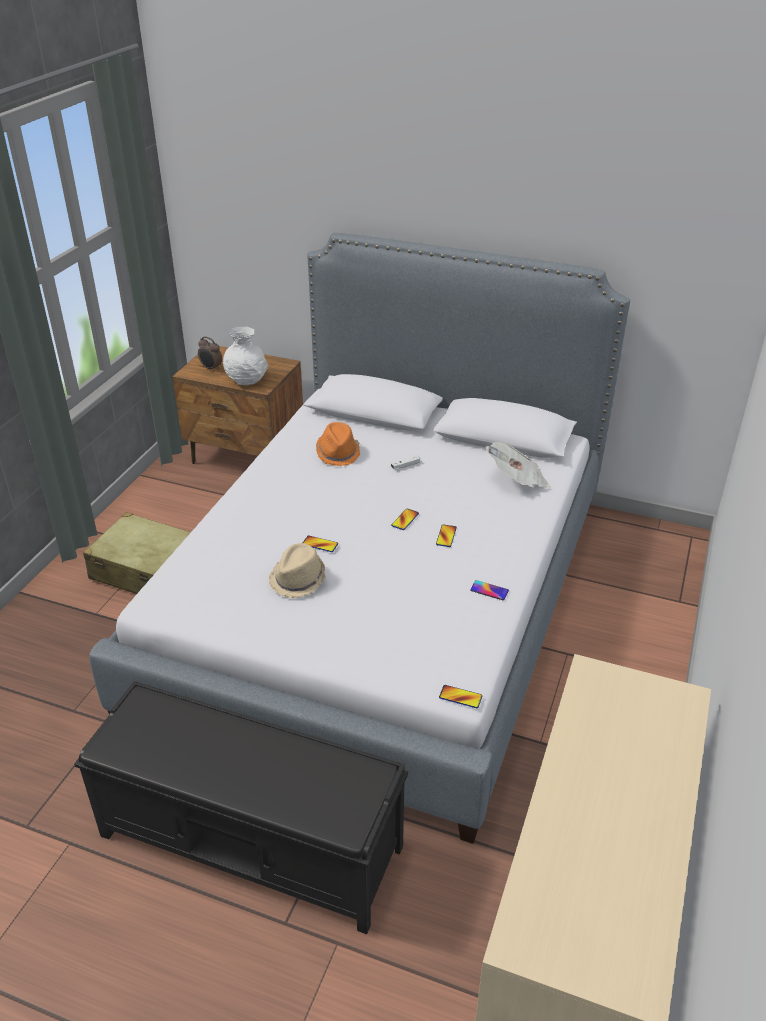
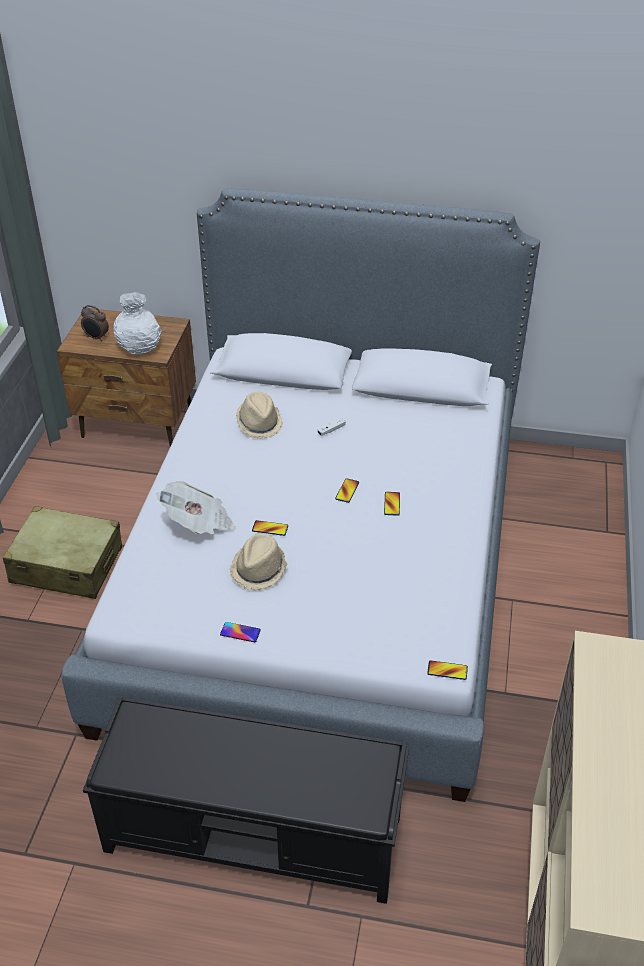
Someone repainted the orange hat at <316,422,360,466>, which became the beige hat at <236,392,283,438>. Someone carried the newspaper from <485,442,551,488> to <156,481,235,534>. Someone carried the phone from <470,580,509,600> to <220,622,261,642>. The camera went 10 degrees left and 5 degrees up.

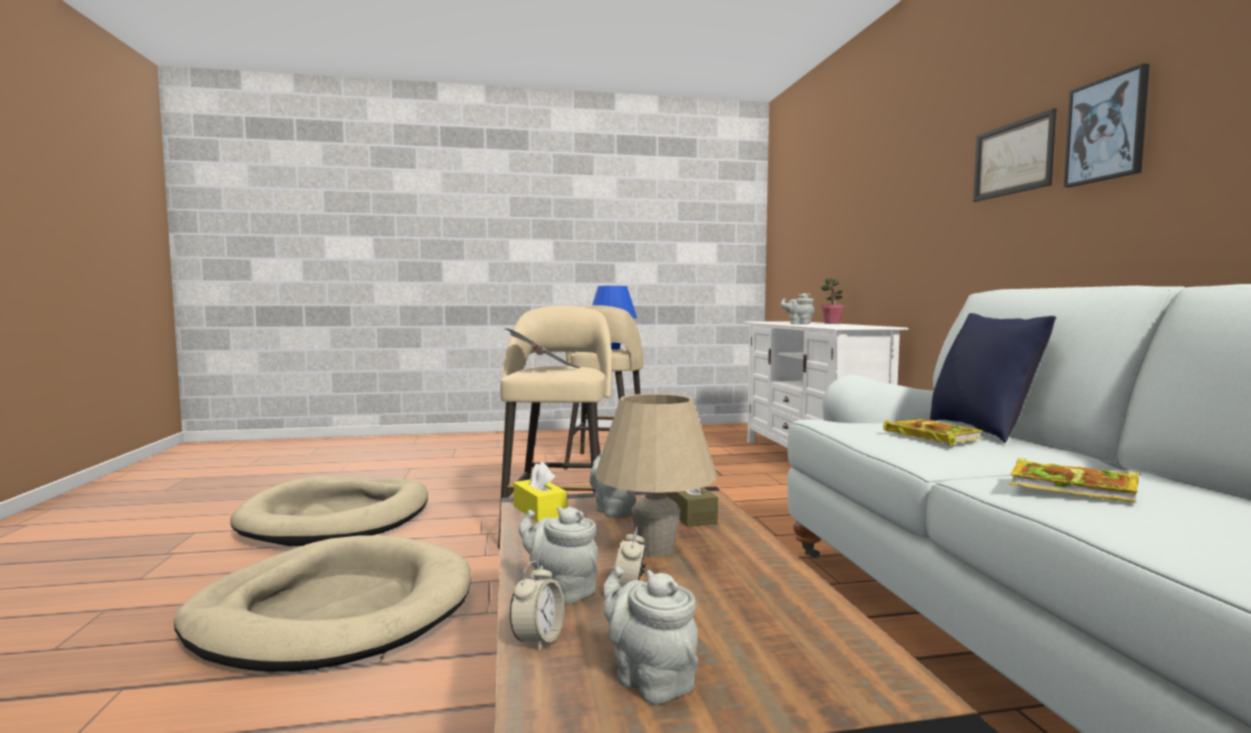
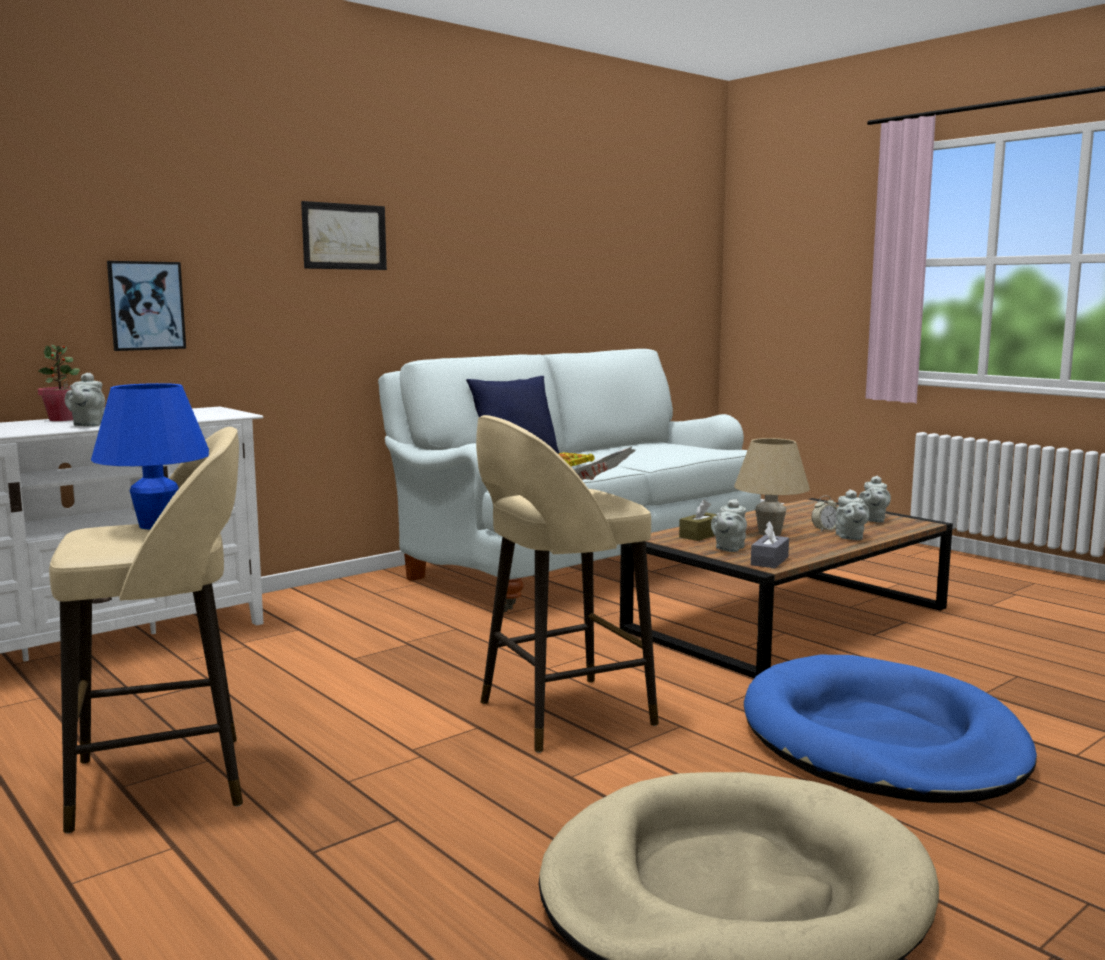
Someone carried the picture from <1064,63,1150,187> to <107,261,186,351>. Someone took away the book at <1010,458,1139,502>. Someone repainted the yellow tissue box at <514,462,567,522>, which became the grey tissue box at <751,521,789,568>. Someone repainted the beige dog bed at <174,535,471,672>, which became the blue dog bed at <744,655,1037,803>. Someone took away the alarm clock at <510,561,564,652>. The camera went 120 degrees left and 5 degrees up.

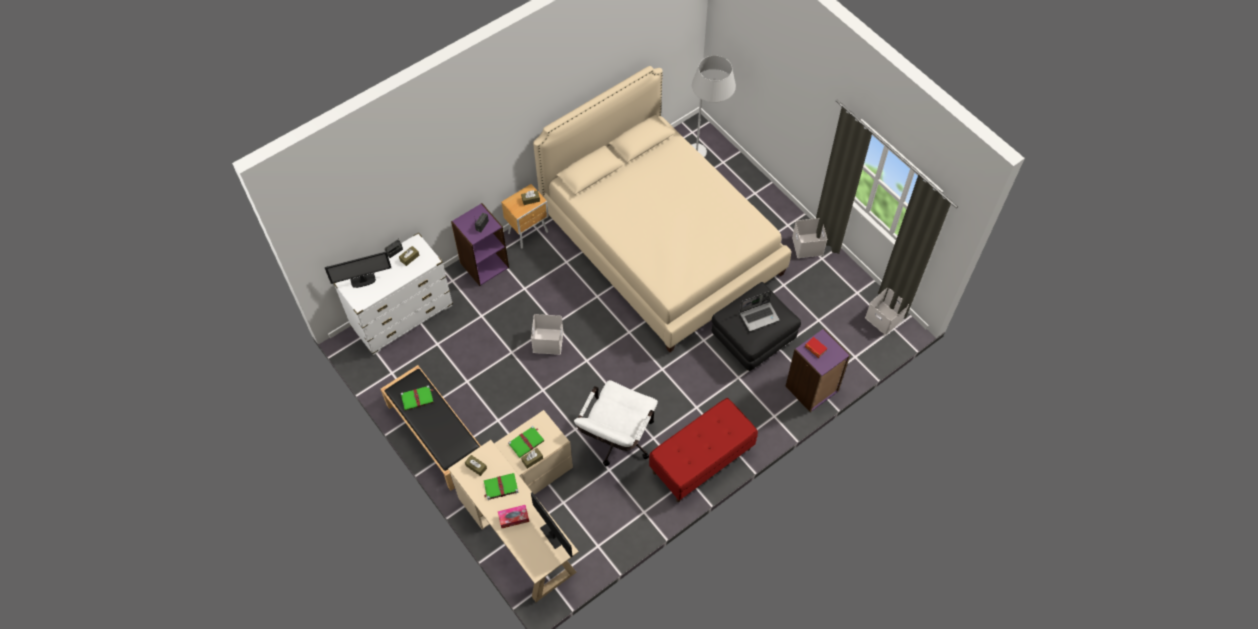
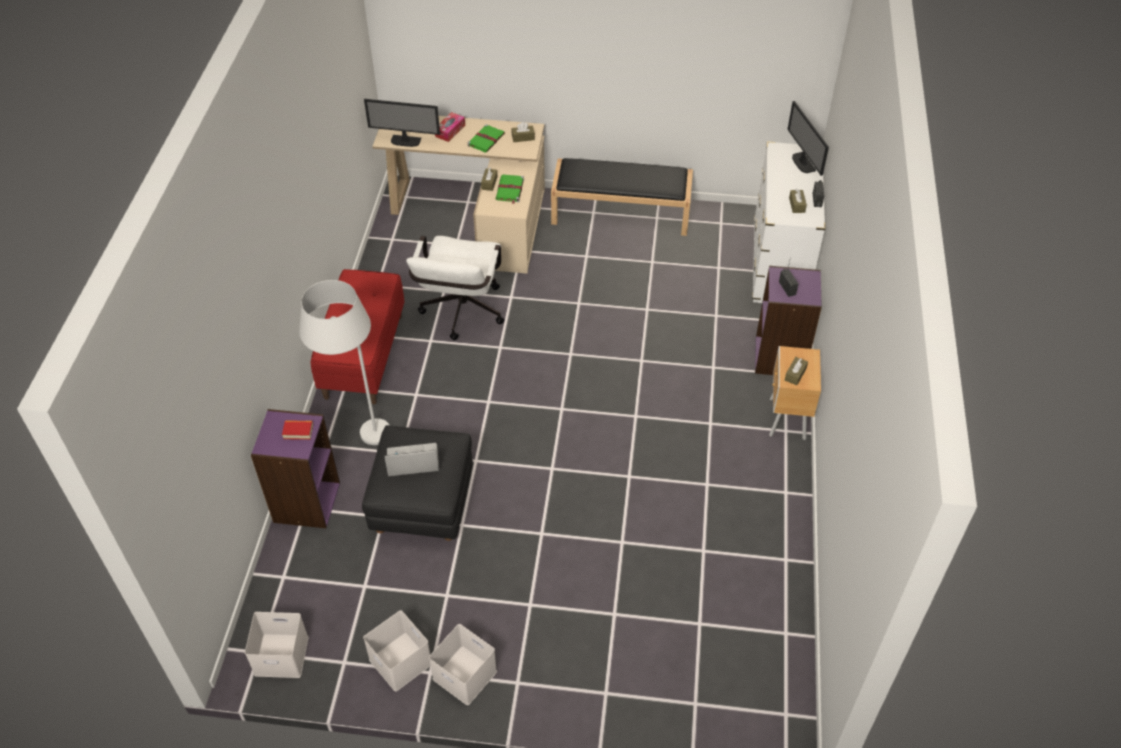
Someone carried the white floor lamp from <692,56,736,158> to <299,280,389,445>. Someone took away the beige bed at <533,66,791,352>. Someone rotated the monitor at <325,251,391,288> by 45 degrees counterclockwise. Someone rotated the laptop at <739,290,780,331> by 60 degrees clockwise. Someone carried the white storage box from <531,314,564,355> to <363,610,431,691>. Someone rotated the white office chair at <574,380,658,466> by 150 degrees counterclockwise. Someone took away the green book at <401,385,434,411>. The camera went 135 degrees right and 10 degrees down.

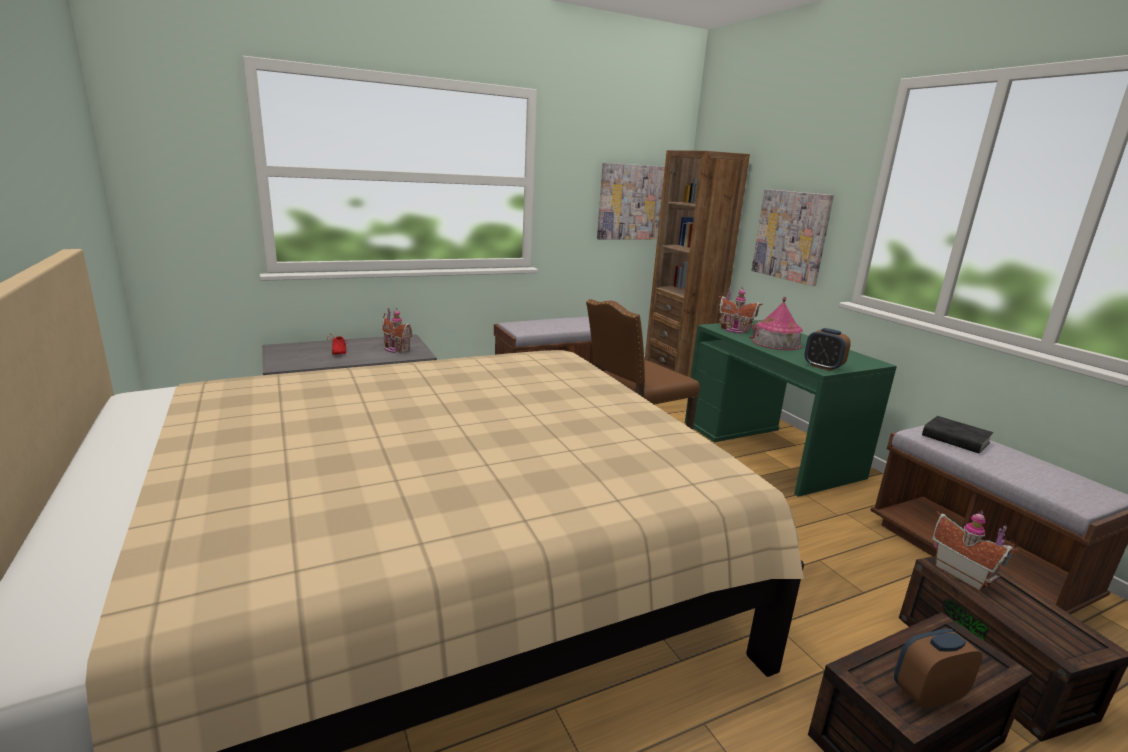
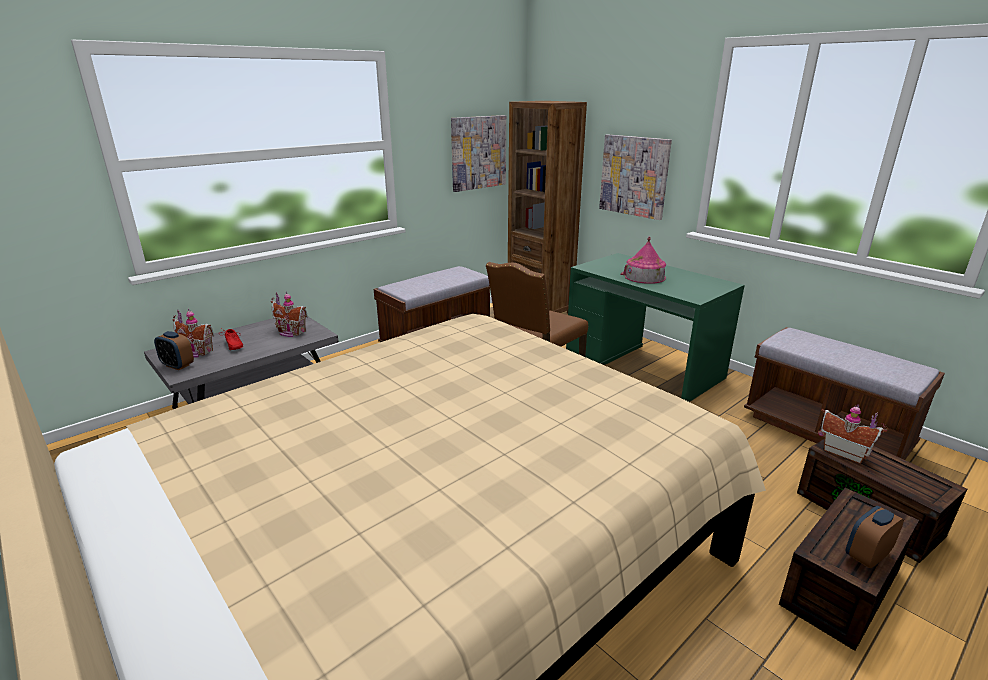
Someone carried the toy house from <719,287,763,334> to <172,309,215,357>. Someone carried the alarm clock from <805,328,851,371> to <154,331,194,370>. Someone took away the black book at <922,416,993,454>. The camera went 15 degrees left and 5 degrees up.

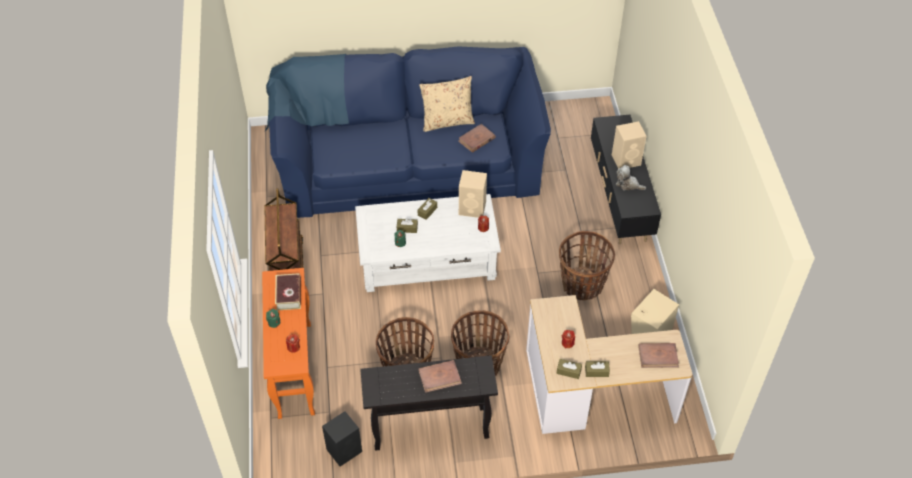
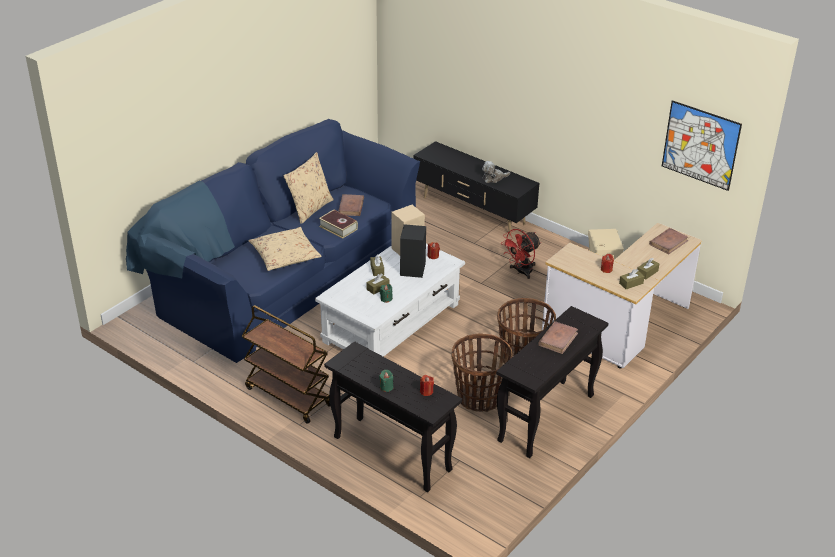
Someone took away the beige speaker at <612,121,647,169>. Someone swapped the basket at <559,231,615,300> for the red fan at <502,229,541,279>. Someone repainted the orange console table at <262,268,315,419>, which became the black console table at <324,341,462,492>. Someone carried the book from <275,273,301,311> to <319,210,358,239>. Someone carried the black speaker from <322,411,362,466> to <400,224,426,278>. Someone put up the picture at <662,100,742,191>. Someone put down the beige pillow at <249,227,321,271>. The camera went 45 degrees left and 15 degrees down.

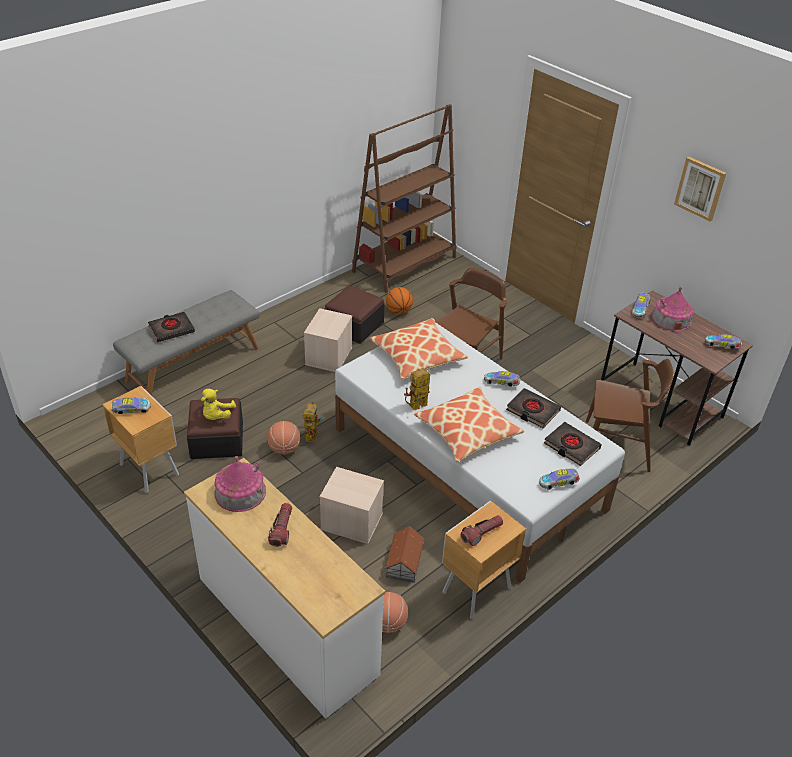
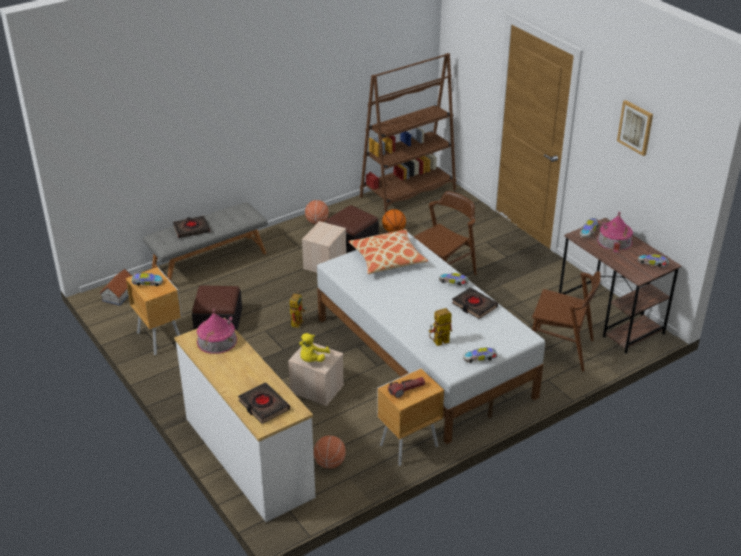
Someone carried the toy robot from <404,368,430,410> to <429,308,452,346>. Someone took away the pillow at <414,387,524,462>. Someone carried the yellow plush toy from <201,389,236,420> to <299,333,330,362>. Someone carried the basketball from <267,421,300,454> to <305,200,329,224>. Someone carried the black book from <544,422,602,466> to <238,383,290,424>. Someone took away the flashlight at <268,503,292,547>. Someone carried the toy house from <385,526,425,583> to <99,269,132,306>. The camera went 10 degrees right and 5 degrees down.

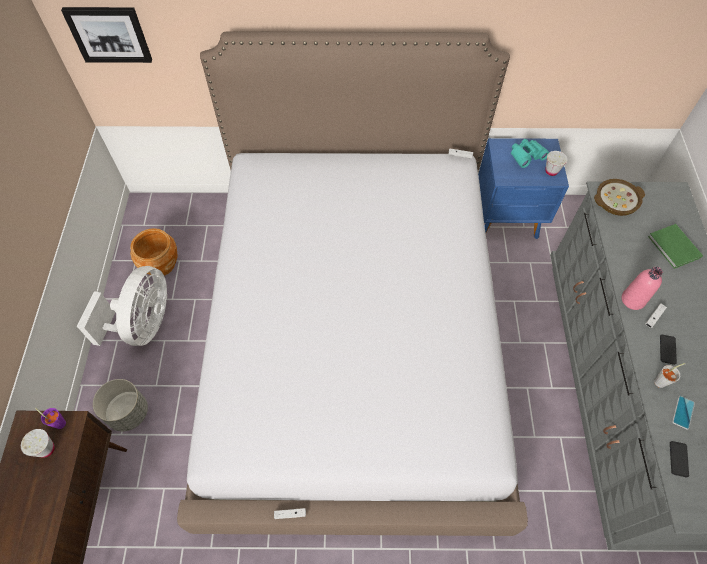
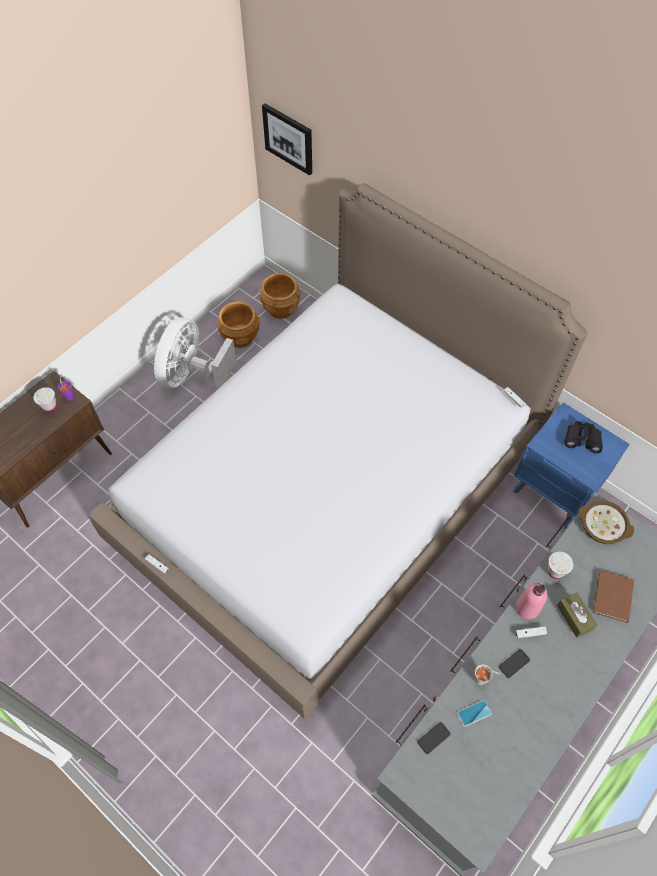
Someone repainted the turquoise binoculars at <511,139,549,168>, which became the black binoculars at <565,421,603,454>. Someone carried the white cup from <545,151,567,176> to <548,552,574,579>. Someone repainted the green book at <648,224,703,269>, which became the brown book at <593,570,634,623>. Someone rotated the white fan at <77,266,167,346> by 150 degrees clockwise. Someone took away the grey planter at <93,379,148,431>. Someone put down the brown planter at <260,273,300,319>. Someone put down the brown tissue box at <557,593,597,638>. The camera went 40 degrees right and 0 degrees up.

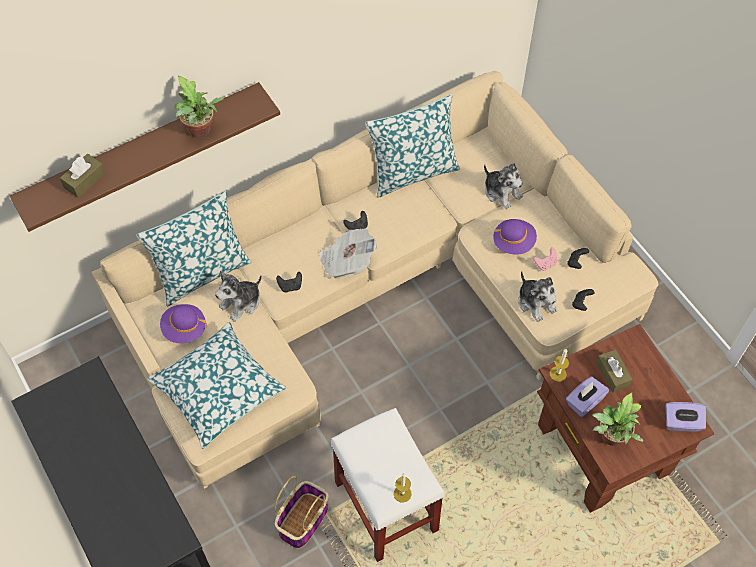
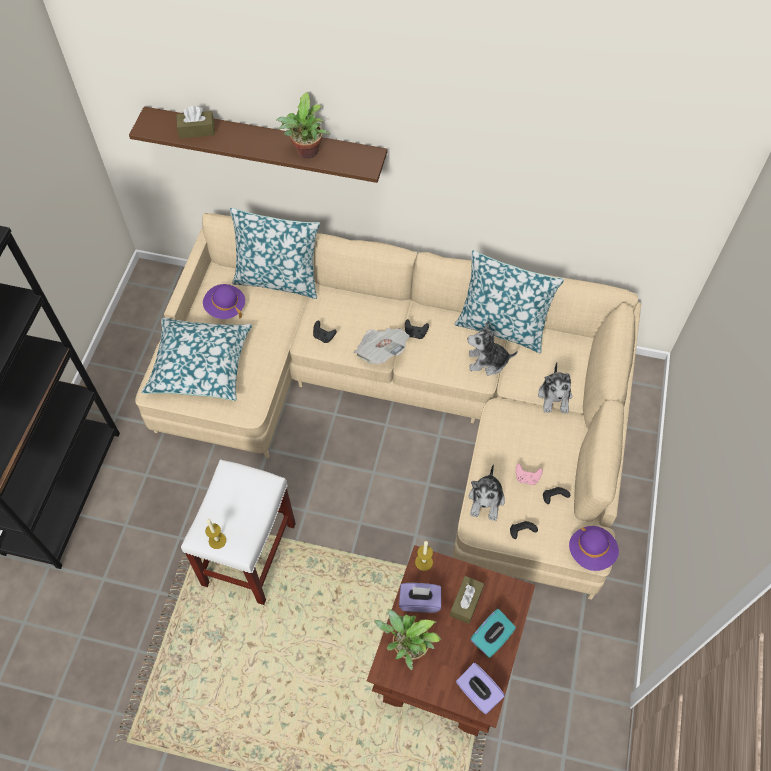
Someone carried the purple hat from <493,219,537,255> to <569,526,619,571>. Someone carried the plush toy from <215,271,262,322> to <468,322,518,375>. Someone took away the basket at <274,476,328,549>. Someone put down the turquoise tissue box at <470,609,516,657>. The camera went 45 degrees right and 0 degrees up.

